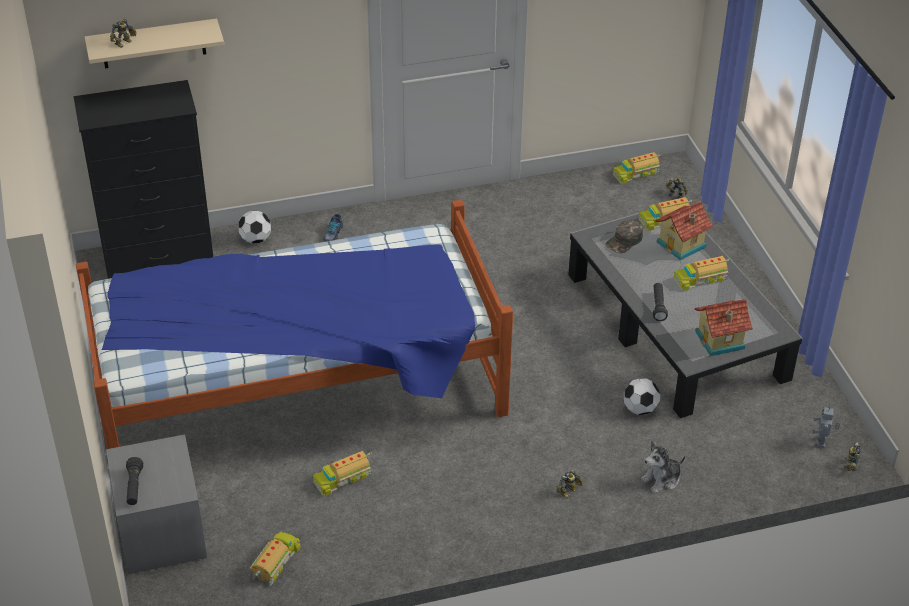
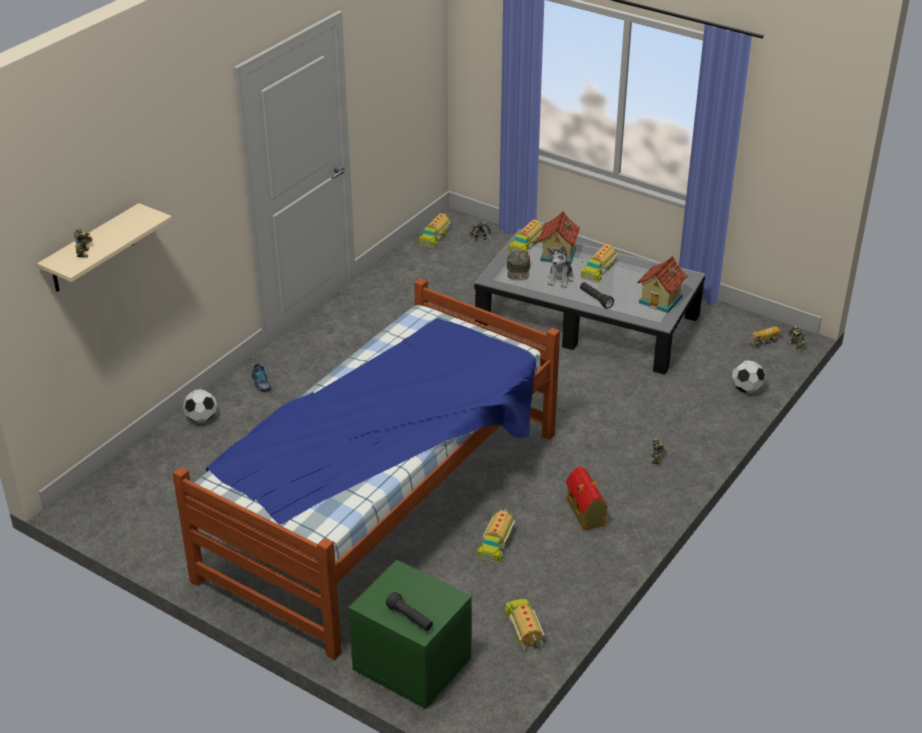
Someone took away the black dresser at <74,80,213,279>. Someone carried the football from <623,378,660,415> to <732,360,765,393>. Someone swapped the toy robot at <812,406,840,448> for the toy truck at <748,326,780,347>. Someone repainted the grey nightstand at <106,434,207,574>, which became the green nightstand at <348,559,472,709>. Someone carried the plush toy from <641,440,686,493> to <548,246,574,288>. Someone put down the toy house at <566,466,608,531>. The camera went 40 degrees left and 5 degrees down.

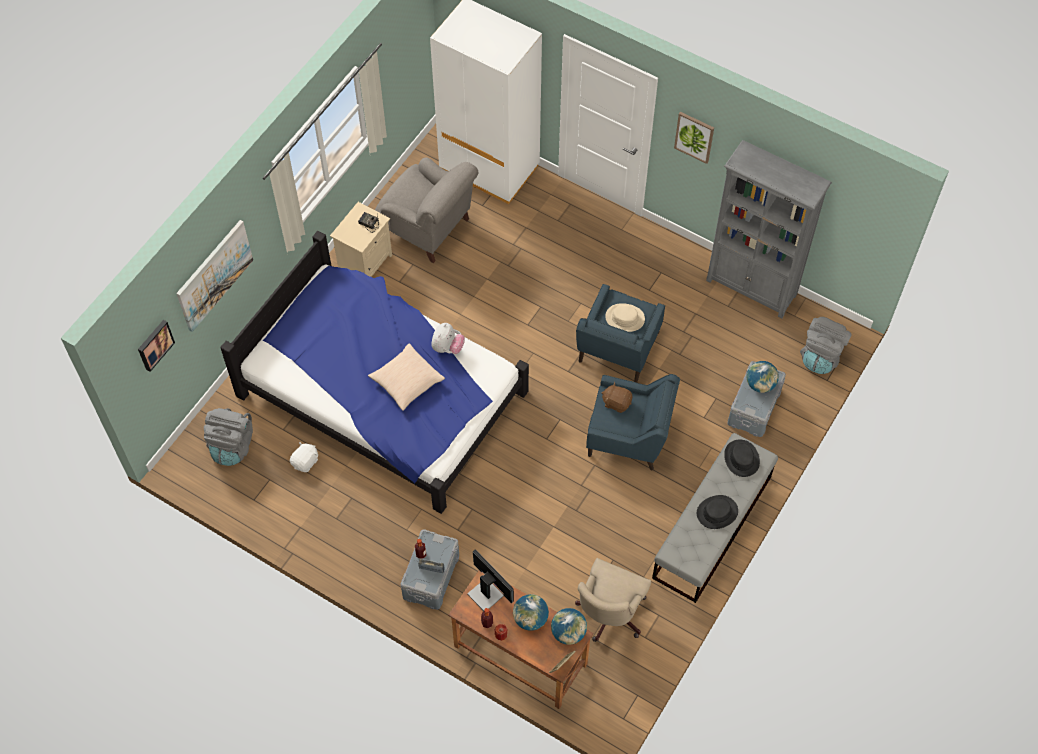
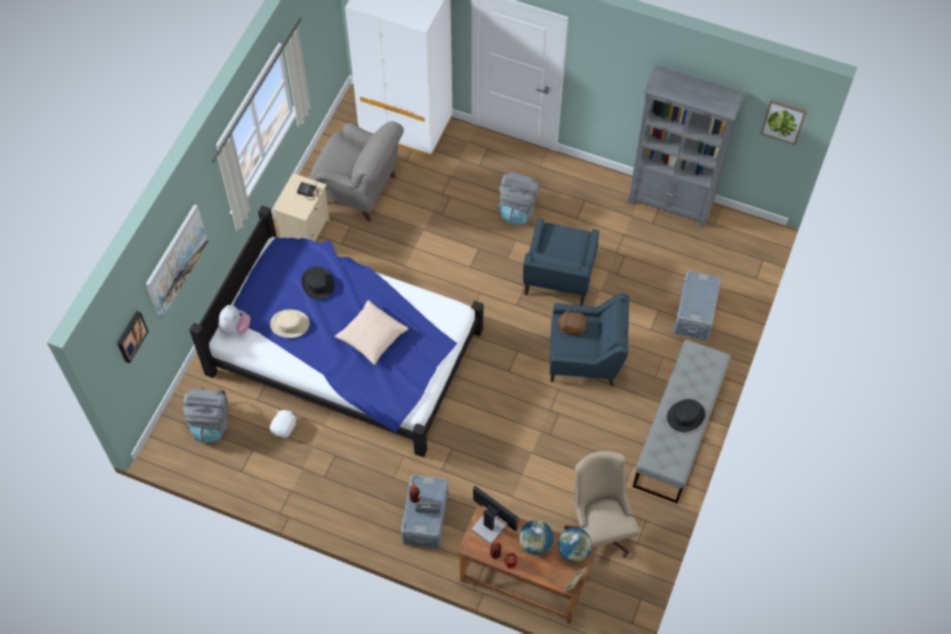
Someone carried the picture from <674,112,714,164> to <761,99,807,145>. Someone carried the beige hat from <605,303,645,332> to <270,310,310,338>. Someone carried the grey backpack from <800,317,852,374> to <497,172,540,225>. Someone carried the plush toy from <431,323,465,354> to <218,305,250,334>. Someone took away the globe at <746,361,779,393>. Someone carried the black hat from <724,440,760,477> to <301,267,334,299>. Someone rotated the beige office chair at <575,558,651,642> by 150 degrees clockwise. The camera went 10 degrees left and 0 degrees up.

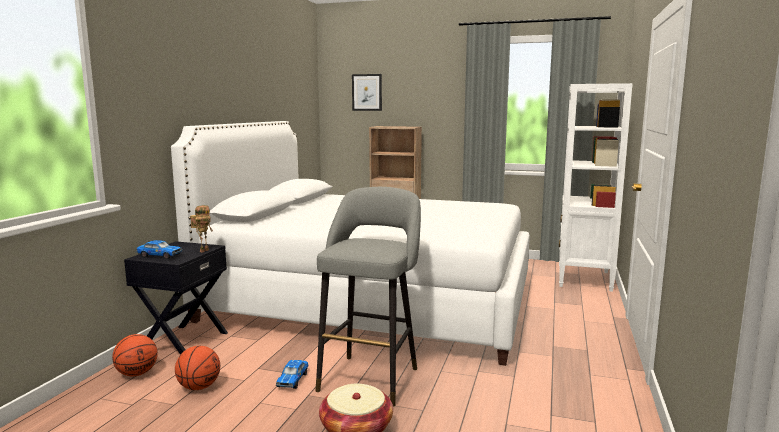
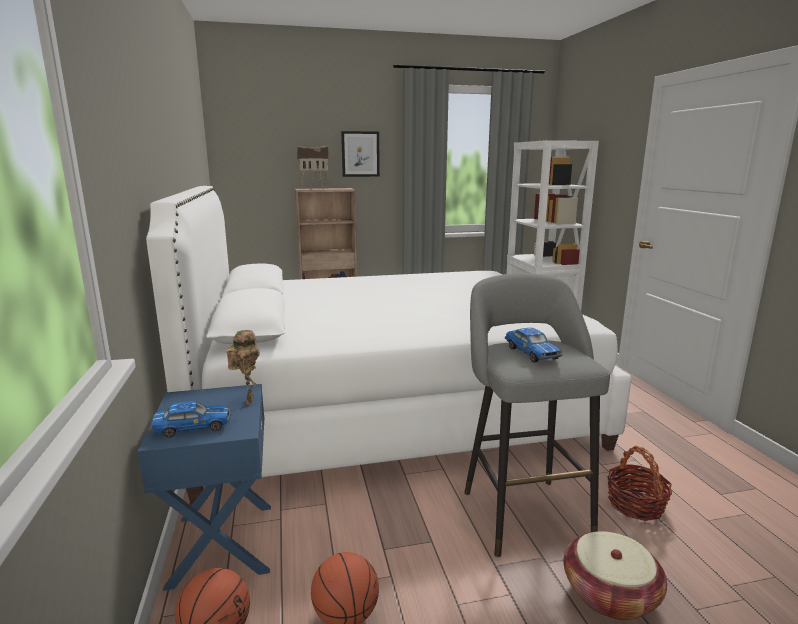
Someone carried the picture from <352,74,382,111> to <341,131,380,177>. Someone repainted the black nightstand at <124,241,228,355>, which became the blue nightstand at <138,384,271,591>. Someone carried the toy car from <276,360,309,389> to <505,328,562,362>. Someone put down the toy house at <297,146,329,190>. Someone put down the basket at <607,446,672,521>. The camera went 30 degrees left and 5 degrees up.

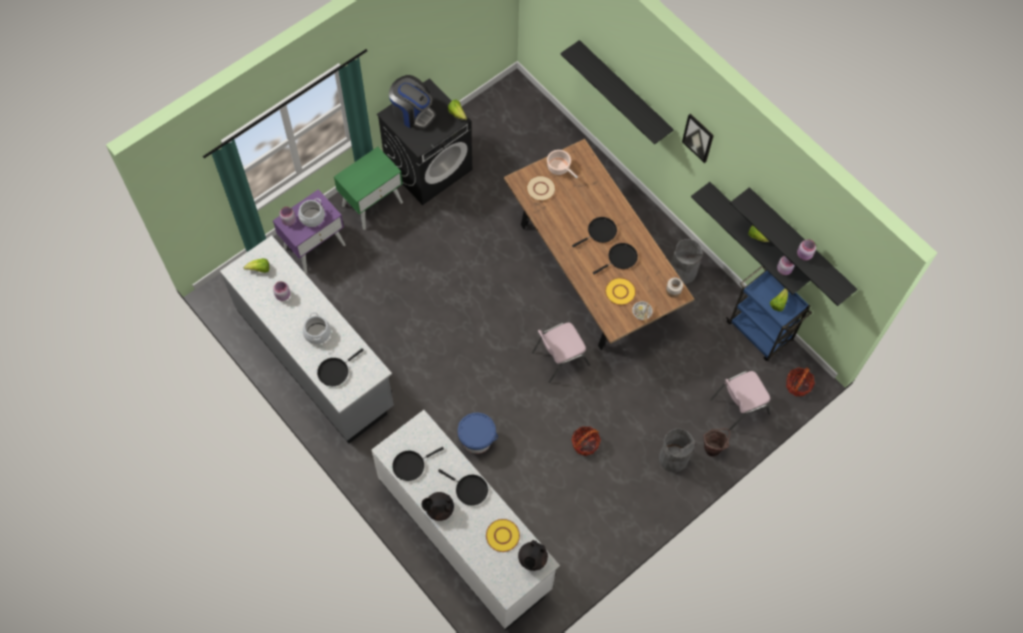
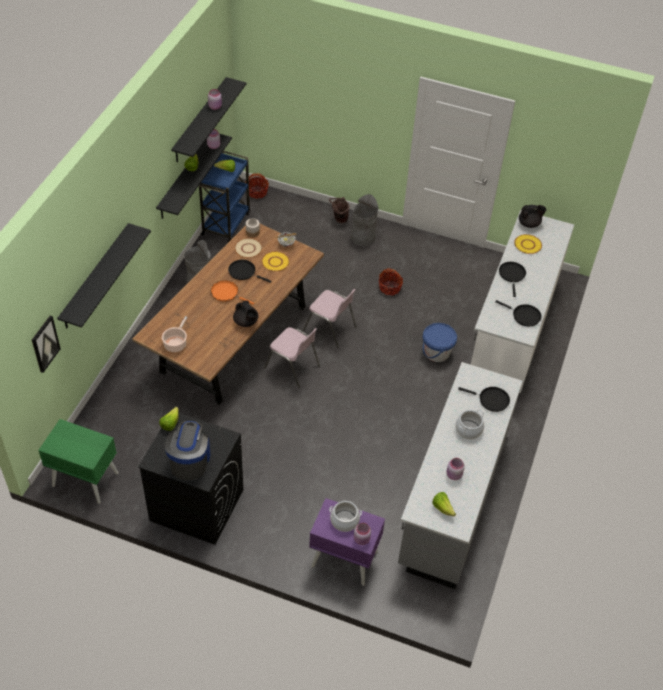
Someone carried the picture from <682,114,714,163> to <32,316,61,373>. Someone carried the green nightstand from <334,147,403,230> to <38,419,119,504>. Someone carried the beige plate from <526,175,556,201> to <235,238,262,258>. Someone repainted the black frying pan at <572,217,617,248>, which became the orange frying pan at <211,280,254,305>. Someone carried the pink chair from <710,370,770,431> to <264,327,320,388>. Someone carried the black teapot from <422,492,454,521> to <233,301,259,327>. The camera went 120 degrees left and 15 degrees down.

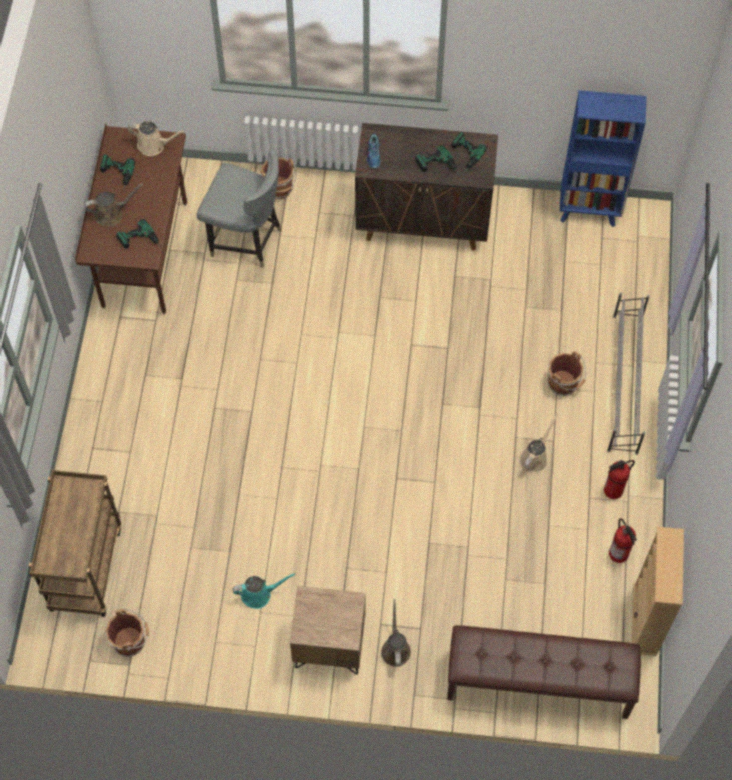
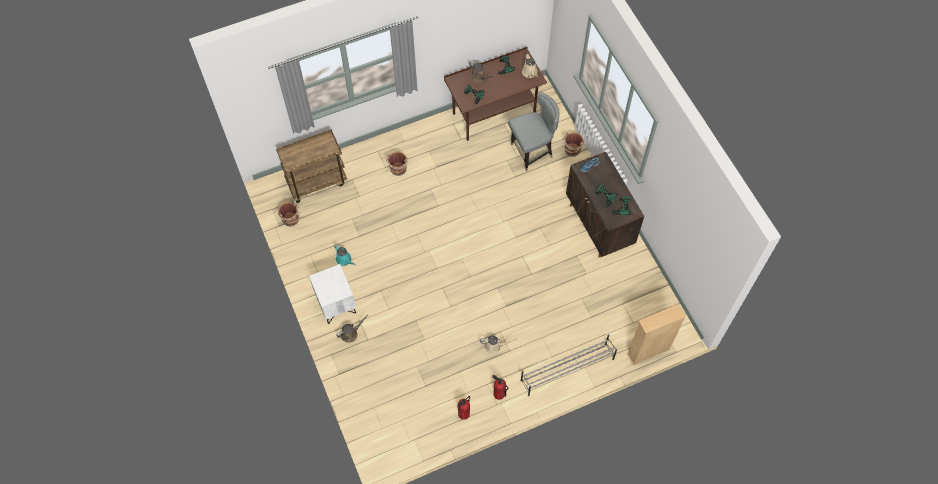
Someone took away the blue bookcase at <559,90,647,227>. Someone rotated the grey chair at <196,149,282,268> by 105 degrees counterclockwise. Someone carried the brown bucket from <547,351,586,396> to <386,152,408,176>. Someone carried the beige bookcase from <632,526,684,656> to <626,304,686,365>. Someone repainted the brown nightstand at <290,586,366,674>, which became the white nightstand at <309,264,356,324>. Someone took away the brown bench at <447,625,641,719>. The camera went 60 degrees right and 0 degrees up.

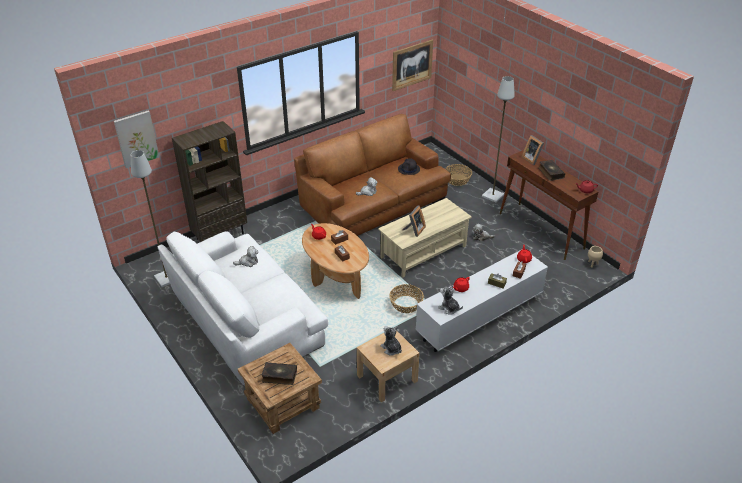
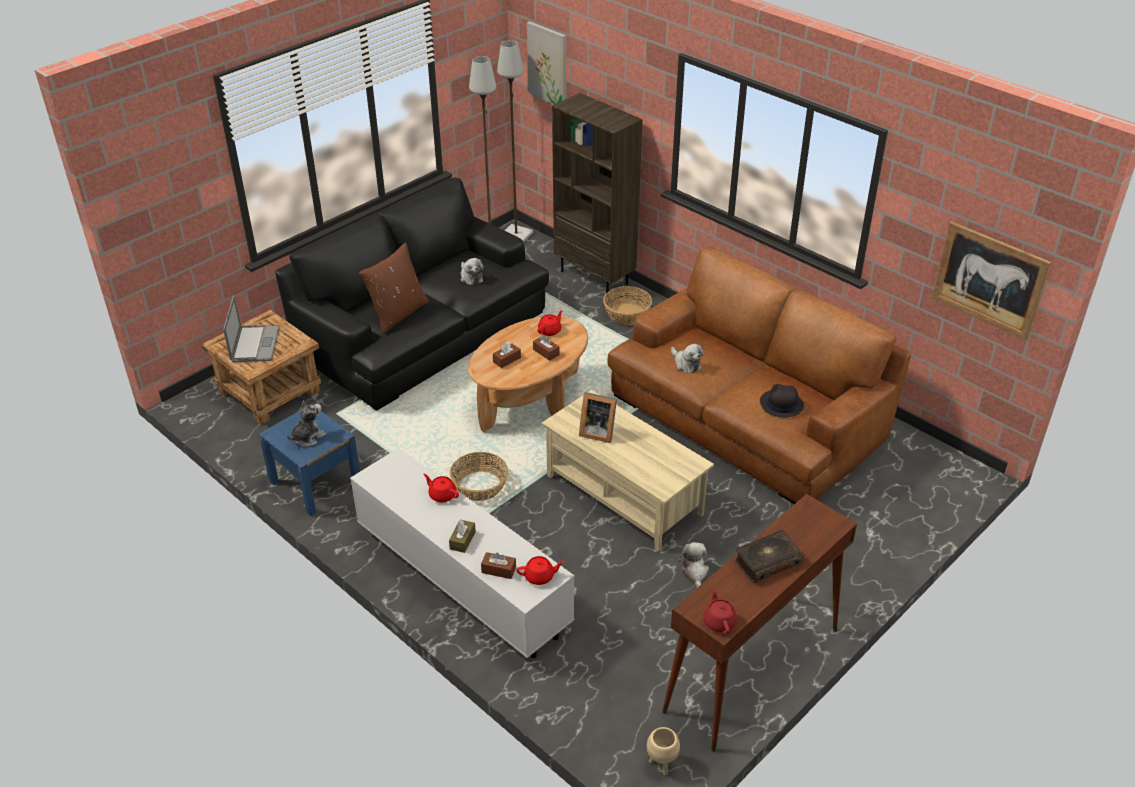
Someone carried the grey floor lamp from <482,76,515,203> to <497,40,533,243>. Someone took away the picture frame at <522,135,544,165>. Someone carried the basket from <445,164,472,186> to <603,286,652,325>. Someone repainted the white sofa at <157,231,328,385>, which became the black sofa at <275,178,549,411>. Someone took away the plush toy at <438,285,463,315>. Someone repainted the beige nightstand at <357,331,419,402>, which became the blue nightstand at <259,404,360,516>. Someone swapped the book at <262,362,297,385> for the laptop at <223,295,280,362>. Someone put down the brown pillow at <359,243,429,334>. The camera went 80 degrees right and 0 degrees up.

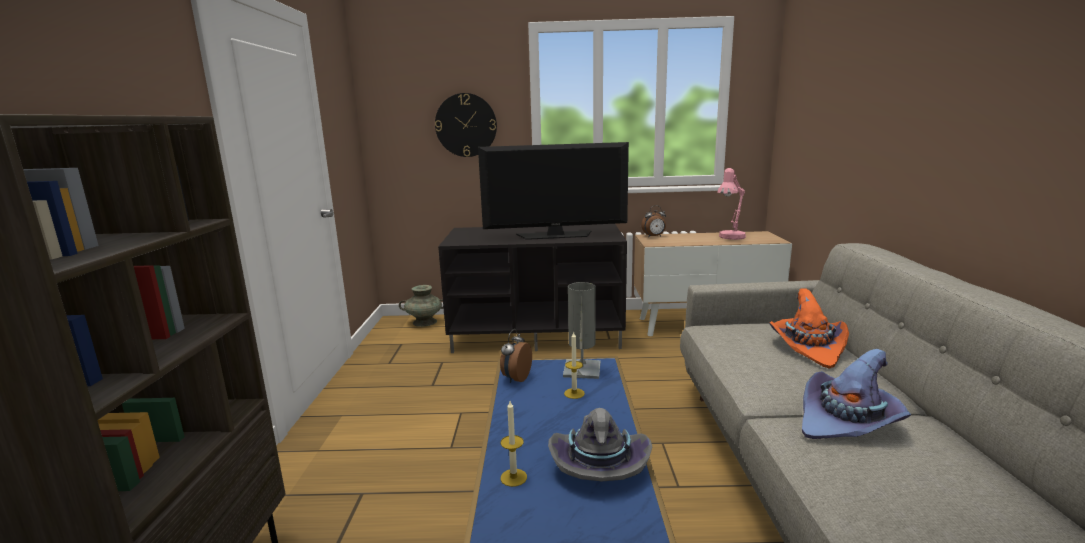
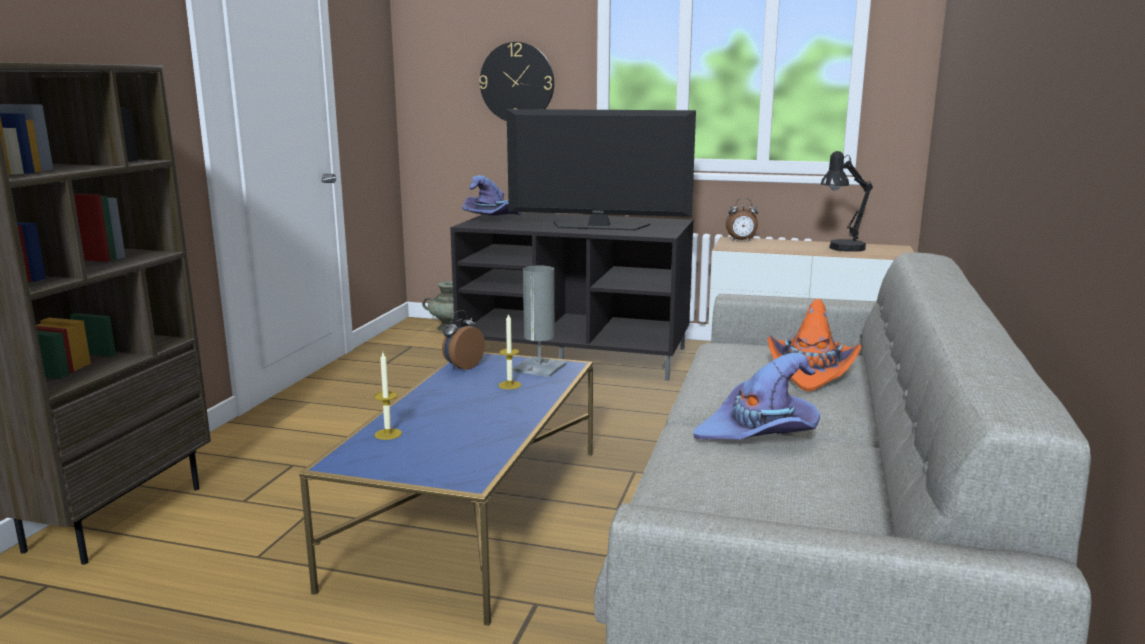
Someone repainted the pink table lamp at <717,168,746,240>, which became the black table lamp at <821,151,873,252>. Someone took away the grey hat at <548,408,652,481>. Someone put down the purple hat at <462,175,522,215>. The camera went 15 degrees right and 0 degrees up.

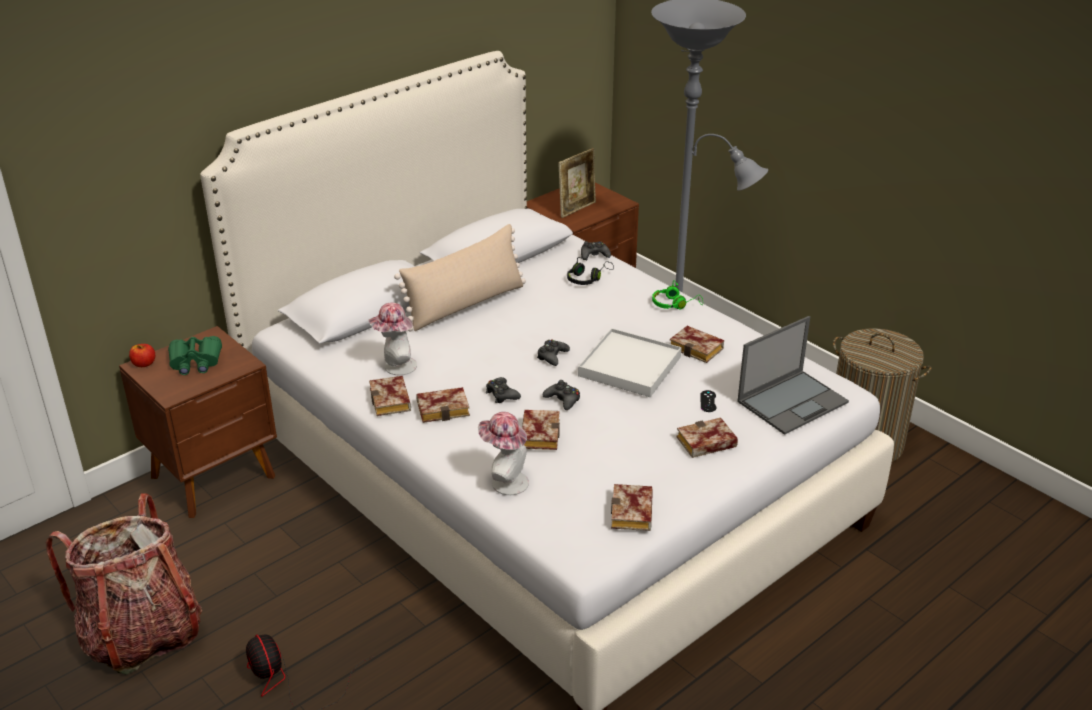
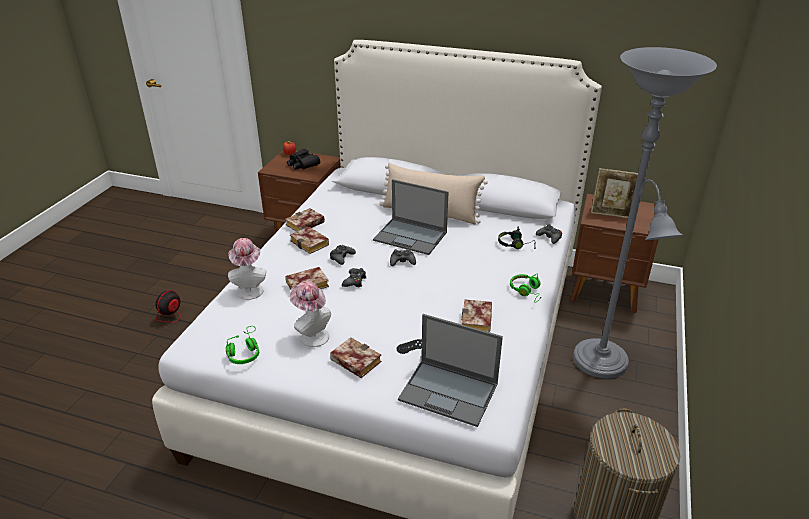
Someone carried the hat from <368,303,417,375> to <290,281,331,347>. Someone took away the white tray at <578,328,682,397>. Someone repainted the green binoculars at <168,336,222,375>, which became the black binoculars at <287,149,320,170>. Someone swapped the book at <611,484,653,531> for the green headphones at <226,326,259,364>. Someone took away the backpack at <45,493,202,675>. Someone put down the laptop at <373,179,449,255>. The camera went 60 degrees right and 0 degrees up.

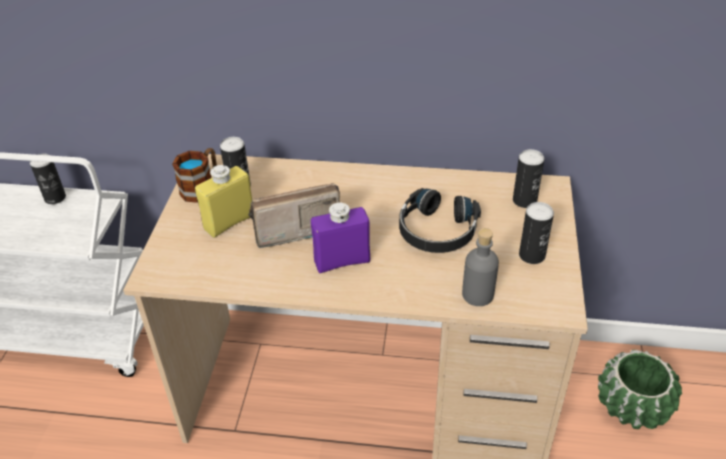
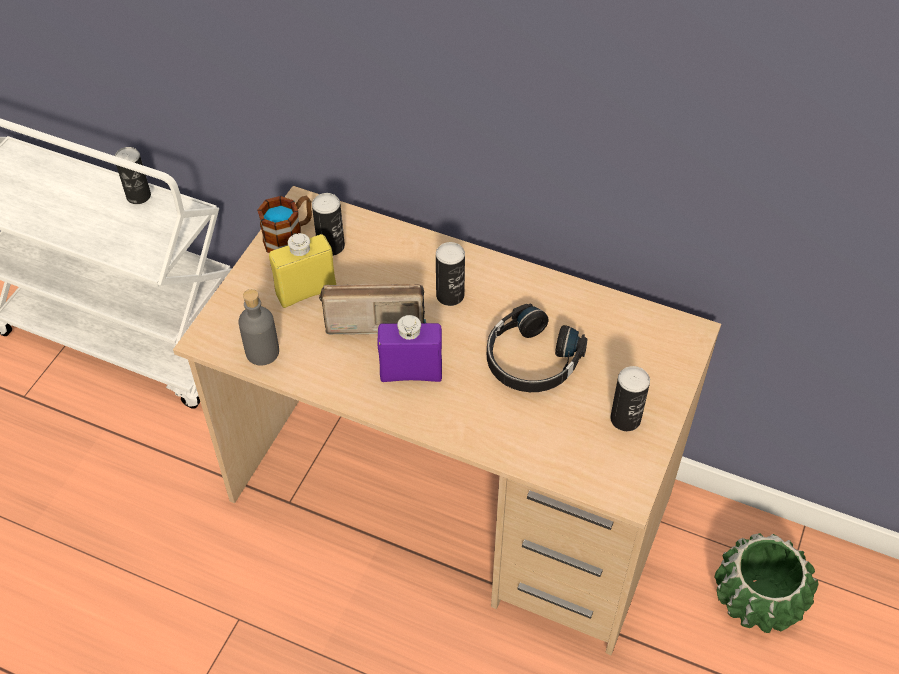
Someone carried the can from <513,149,544,208> to <436,242,465,306>. Someone carried the grey bottle from <462,228,499,306> to <238,289,279,365>. The camera went 15 degrees right and 10 degrees up.

